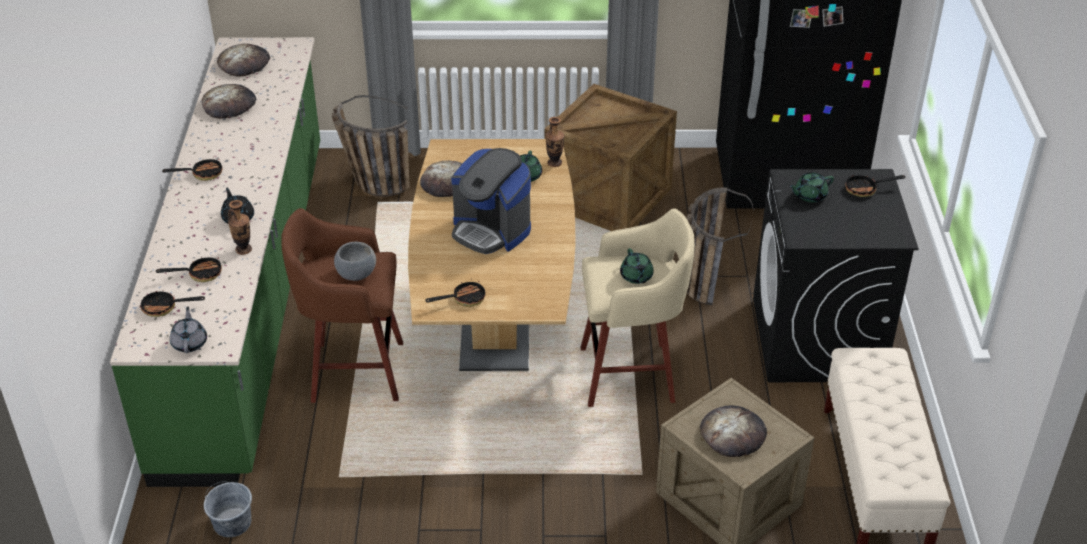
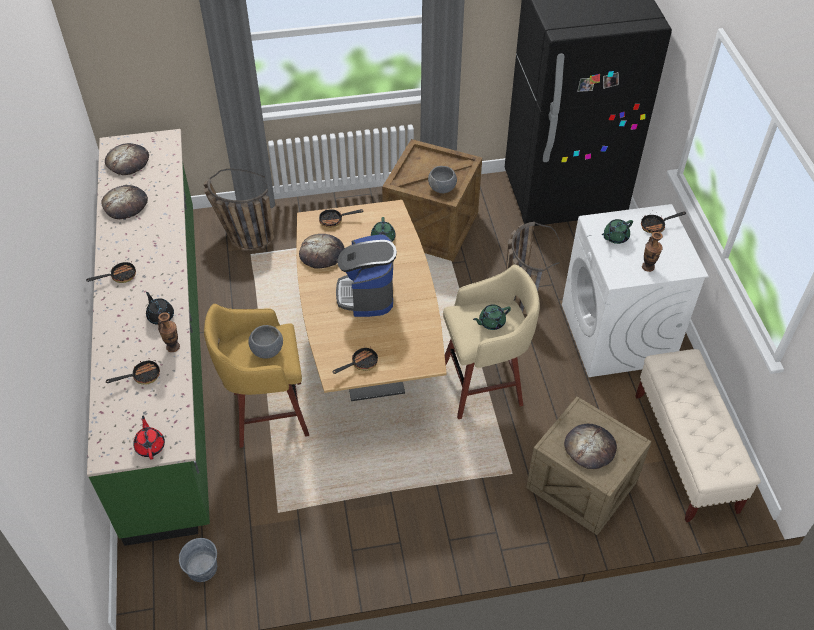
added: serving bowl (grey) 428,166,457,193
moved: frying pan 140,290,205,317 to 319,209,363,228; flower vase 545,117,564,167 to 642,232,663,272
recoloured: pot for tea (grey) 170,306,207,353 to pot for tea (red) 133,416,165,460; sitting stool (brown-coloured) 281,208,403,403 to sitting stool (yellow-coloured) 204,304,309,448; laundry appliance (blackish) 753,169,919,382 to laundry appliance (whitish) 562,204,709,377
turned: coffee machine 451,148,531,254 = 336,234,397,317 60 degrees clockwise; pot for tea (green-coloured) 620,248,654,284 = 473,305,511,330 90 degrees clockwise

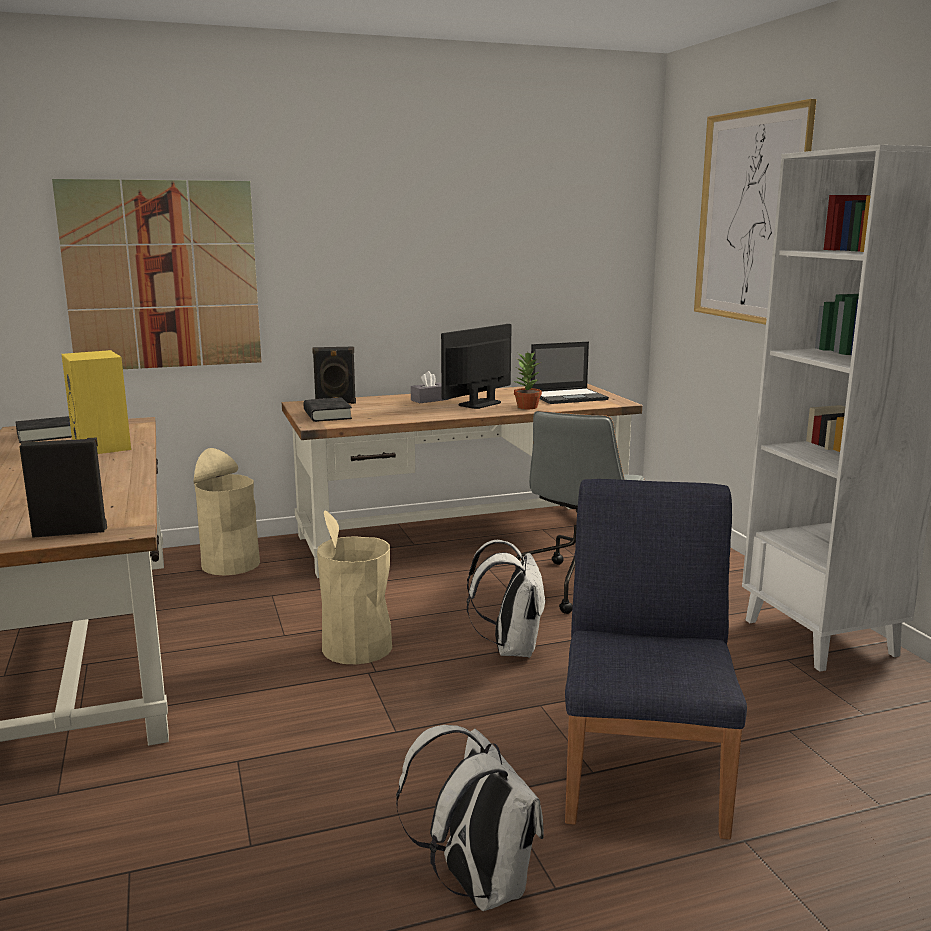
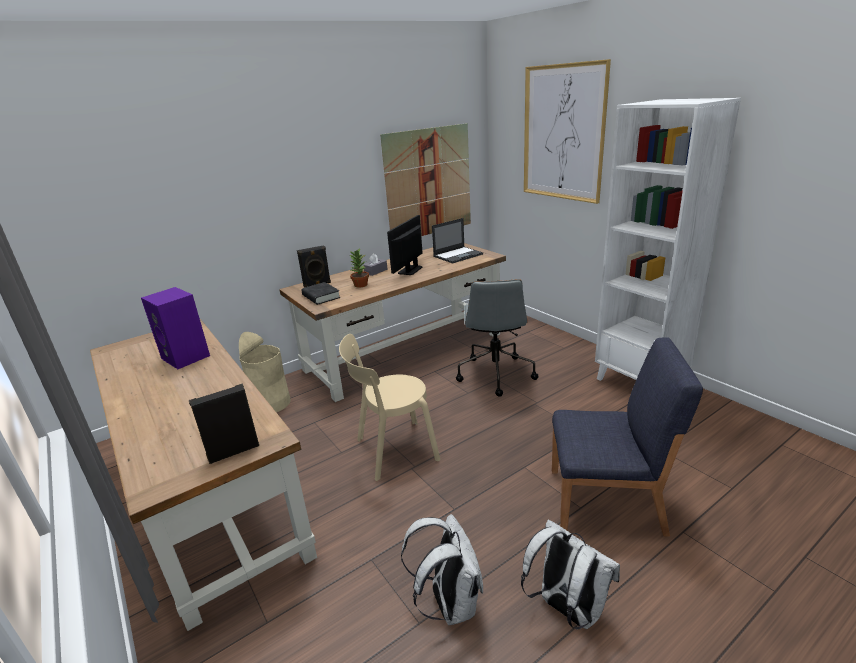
removed: volume (blackish) 16,416,72,443
moved: wall picture 52,179,261,369 to 380,123,471,236; rucksack (whitish) 467,540,546,658 to 401,514,483,625; potted plant 514,352,542,409 to 350,249,369,287
replaced: trash can (sand-coloured) 317,511,392,664 to chair (sand-coloured) 339,334,440,481
recoloured: speaker (yellow-coloured) 62,350,131,454 to speaker (purple-coloured) 141,287,210,369
turned: chair (blue) 565,479,747,839 = 552,337,703,537 105 degrees clockwise

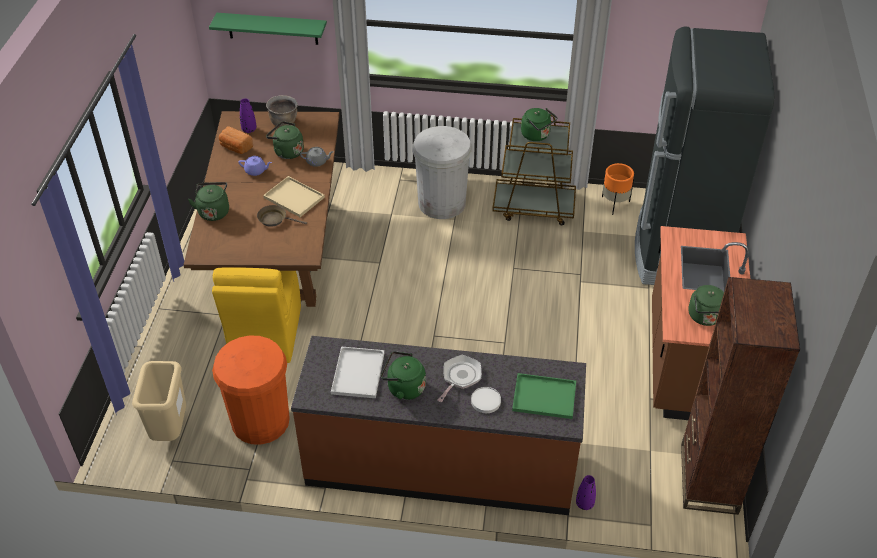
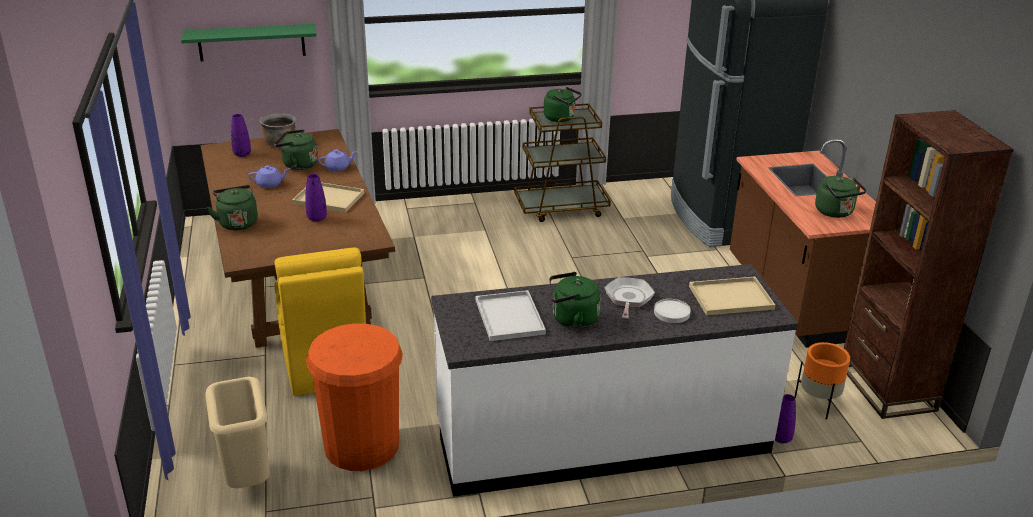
removed: bakery bread 219,126,253,154; trash can (whitish) 412,126,472,219
moved: planter (orange) 602,163,634,215 to 795,342,850,419
replaced: frying pan (brown-coloured) 257,205,307,227 to flower vase (purple-coloured) 305,174,327,222
recoloured: counter (brown-coloured) 291,336,586,515 to counter (whitish) 431,264,798,497; pot for tea (grey) 300,147,334,167 to pot for tea (purple-coloured) 318,150,357,171; serving tray (green-coloured) 512,373,576,419 to serving tray (sand-coloured) 689,277,775,315

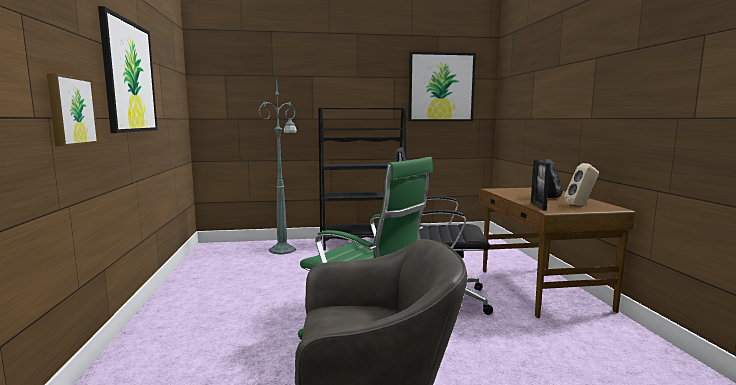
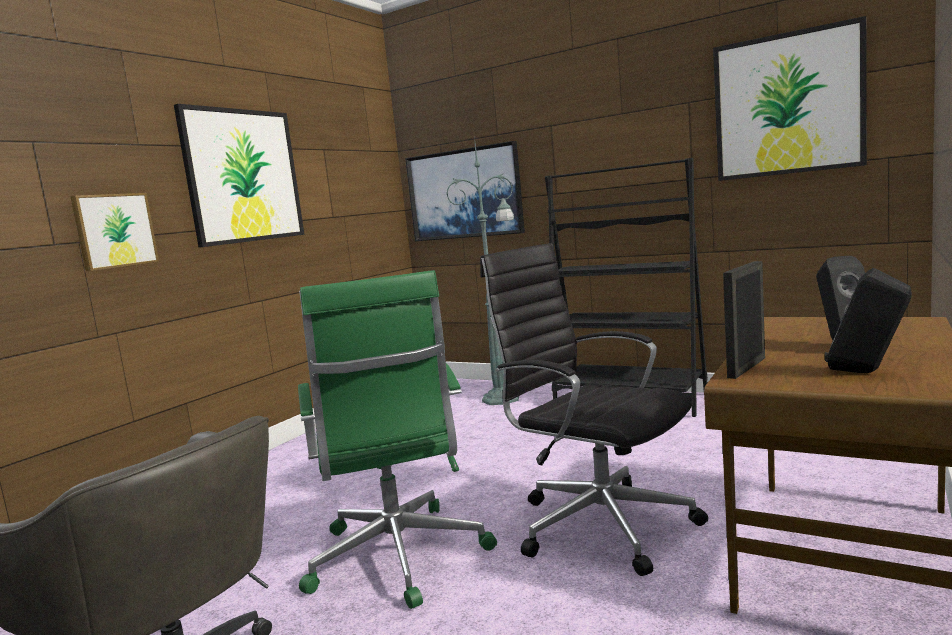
added: wall picture 405,141,525,241
recoloured: speaker (sand-coloured) 564,163,599,206 to speaker (blackish) 825,268,912,373

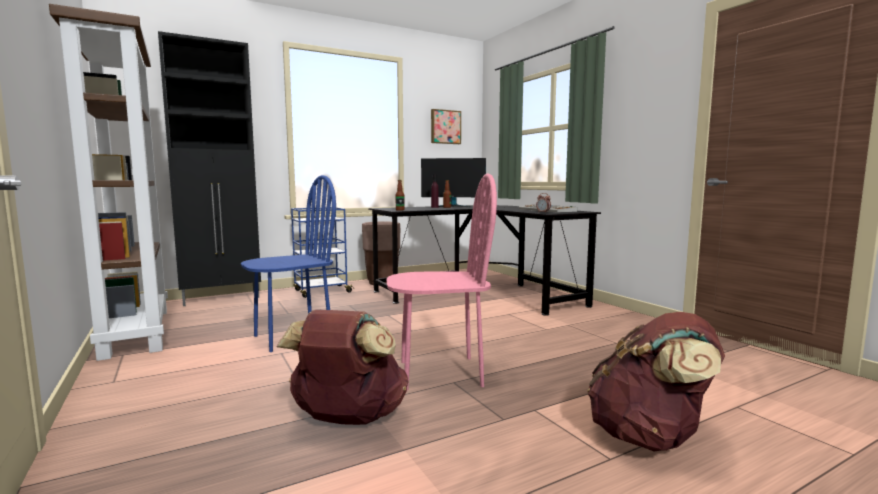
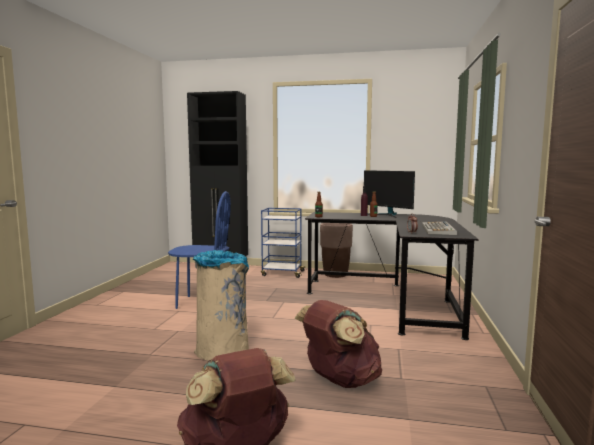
removed: bookcase (brown-coloured) 49,4,168,361; wall picture 431,109,461,144
moved: rucksack (brown-coloured) 277,310,408,425 to 295,300,382,388
replaced: chair (pink) 386,173,497,390 to trash can (sand-coloured) 193,250,249,361

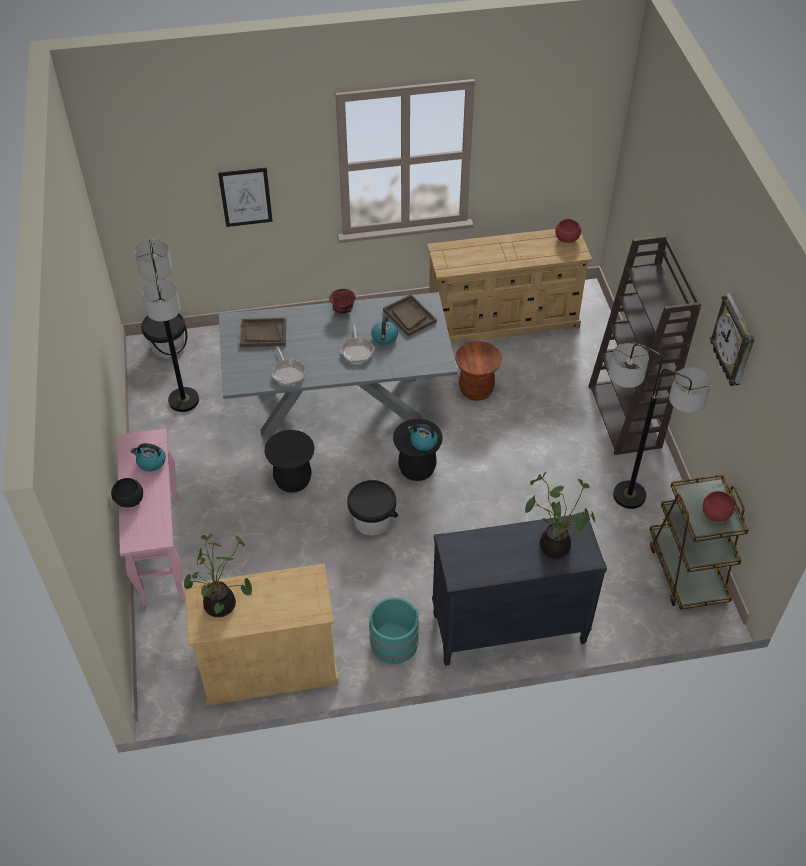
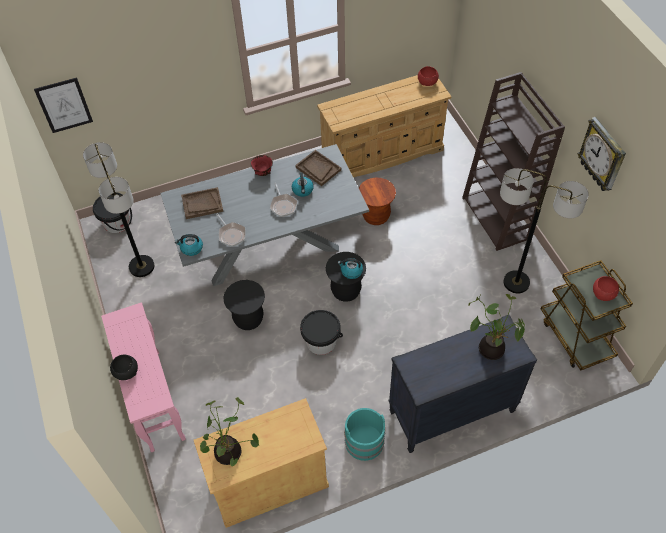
moved: tea kettle 131,443,166,471 to 175,234,203,256; wall picture 218,167,273,227 to 34,77,93,133

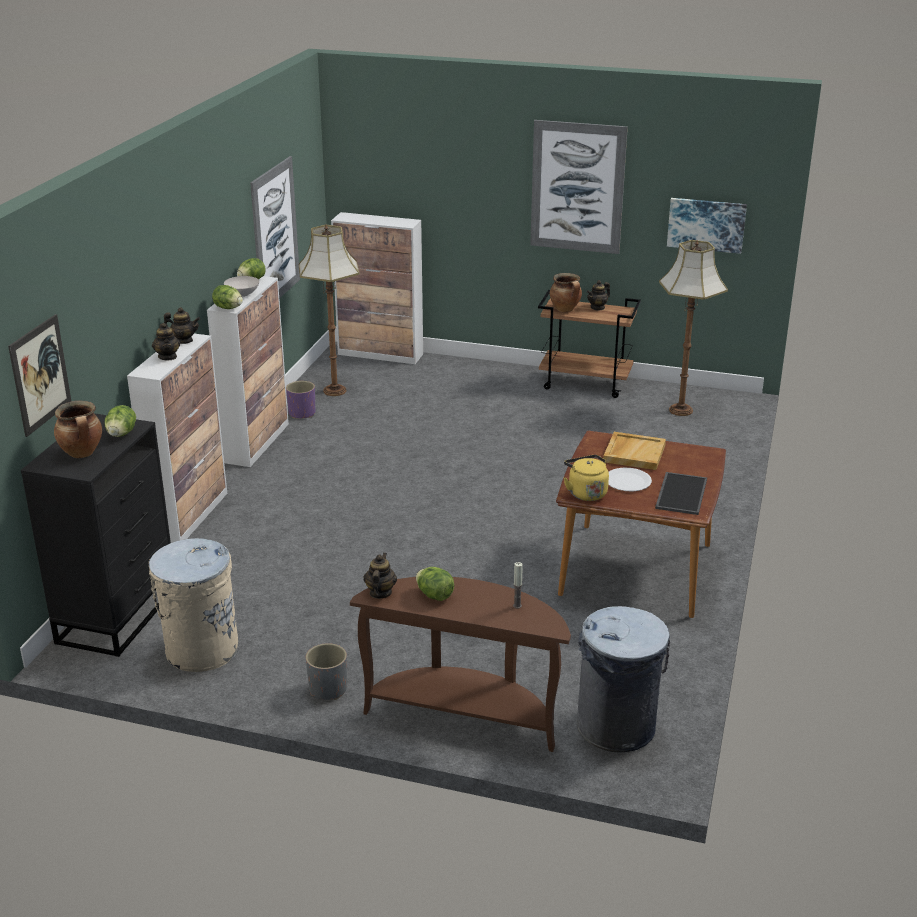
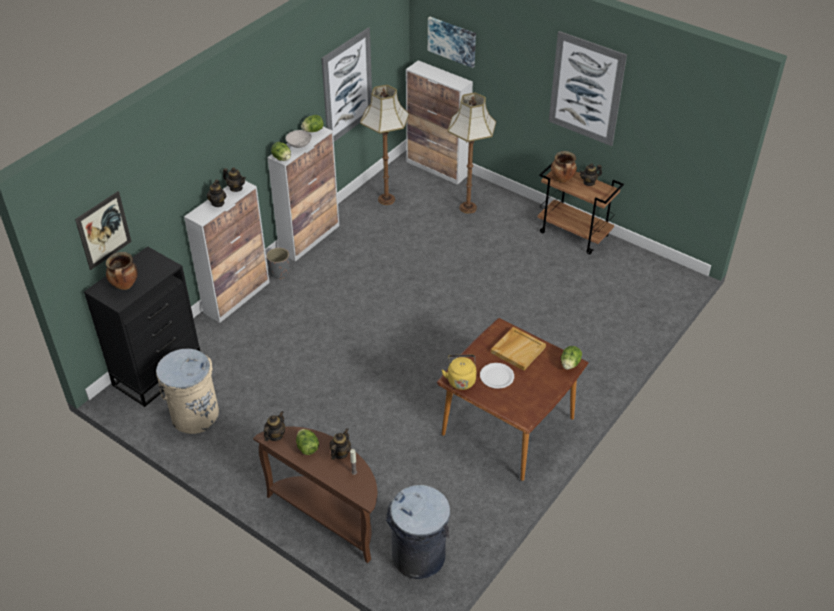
removed: planter (purple-coloured) 286,381,315,419; serving tray 655,472,707,515
added: pot for tea 329,428,351,460
moved: lettuce 105,405,136,437 to 561,346,582,370; planter (grey) 306,643,347,700 to 267,248,290,279; standing lamp 659,240,728,416 to 448,93,496,214; wall picture 667,198,747,254 to 428,17,476,68

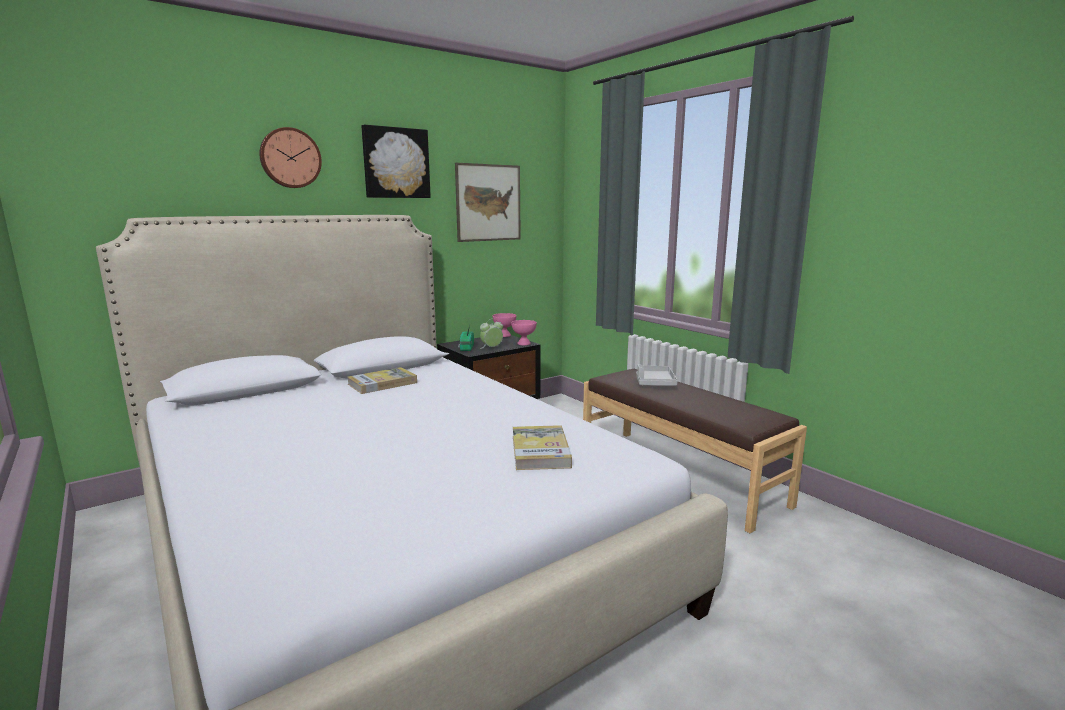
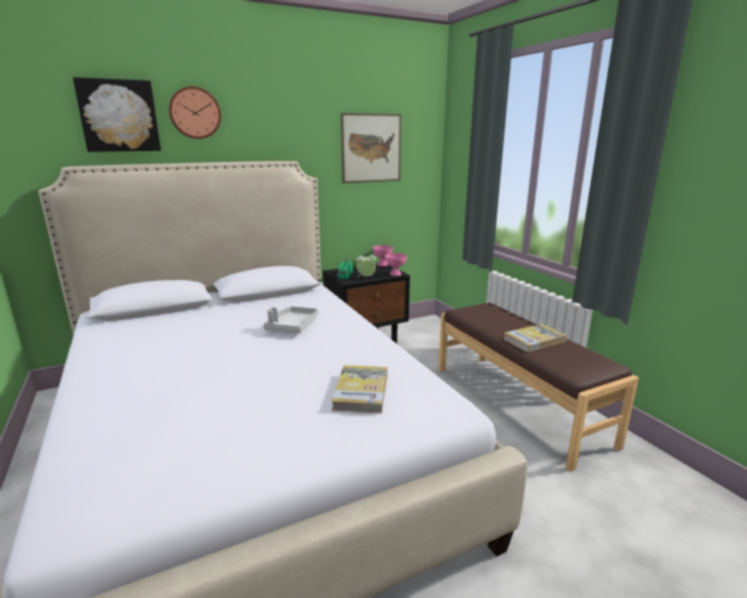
moved: volume 348,367,417,394 to 504,324,567,352; wall picture 361,125,431,198 to 73,77,161,152; serving tray (grey) 637,364,678,386 to 263,306,319,333

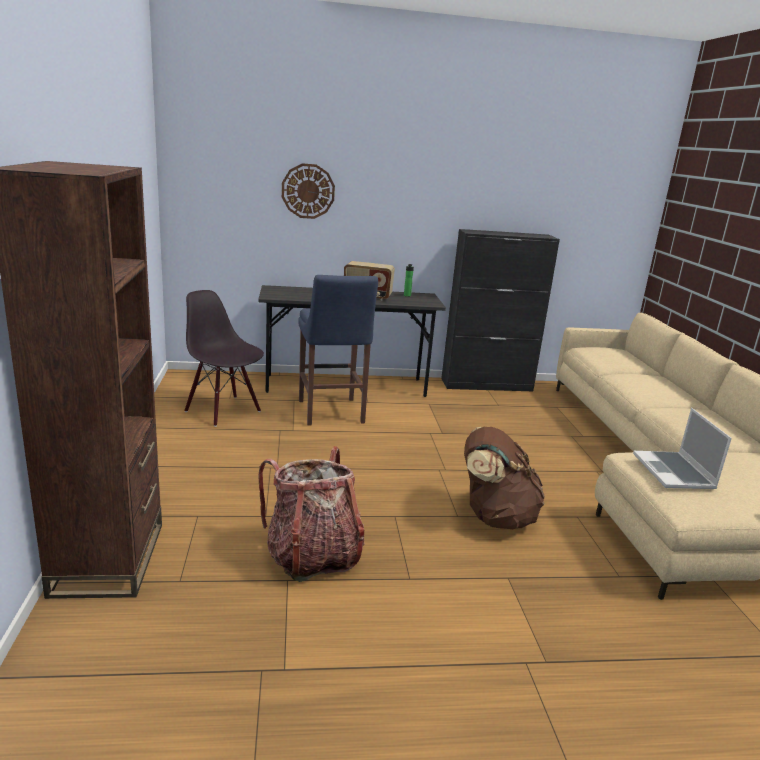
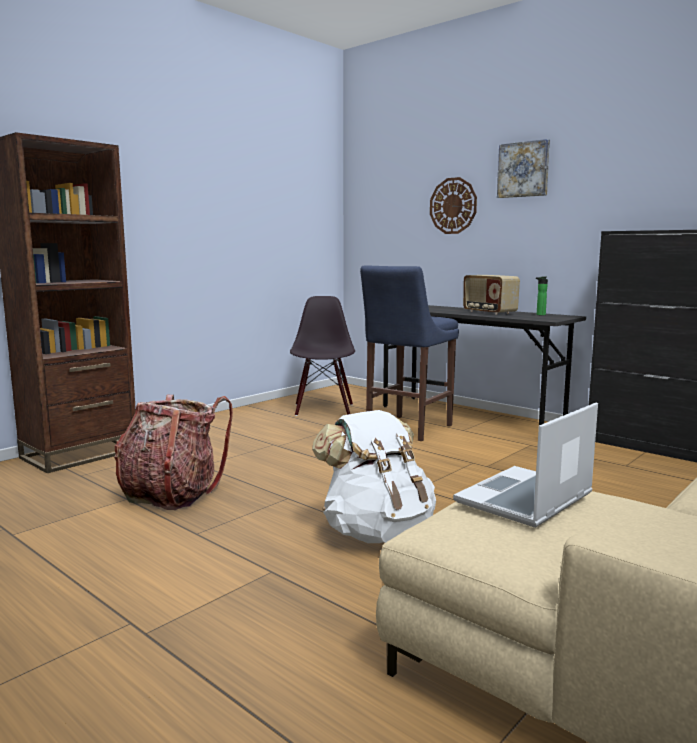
added: wall picture 497,139,550,198
recoloured: rucksack (brown-coloured) 464,427,545,529 to rucksack (whitish) 312,410,436,543

